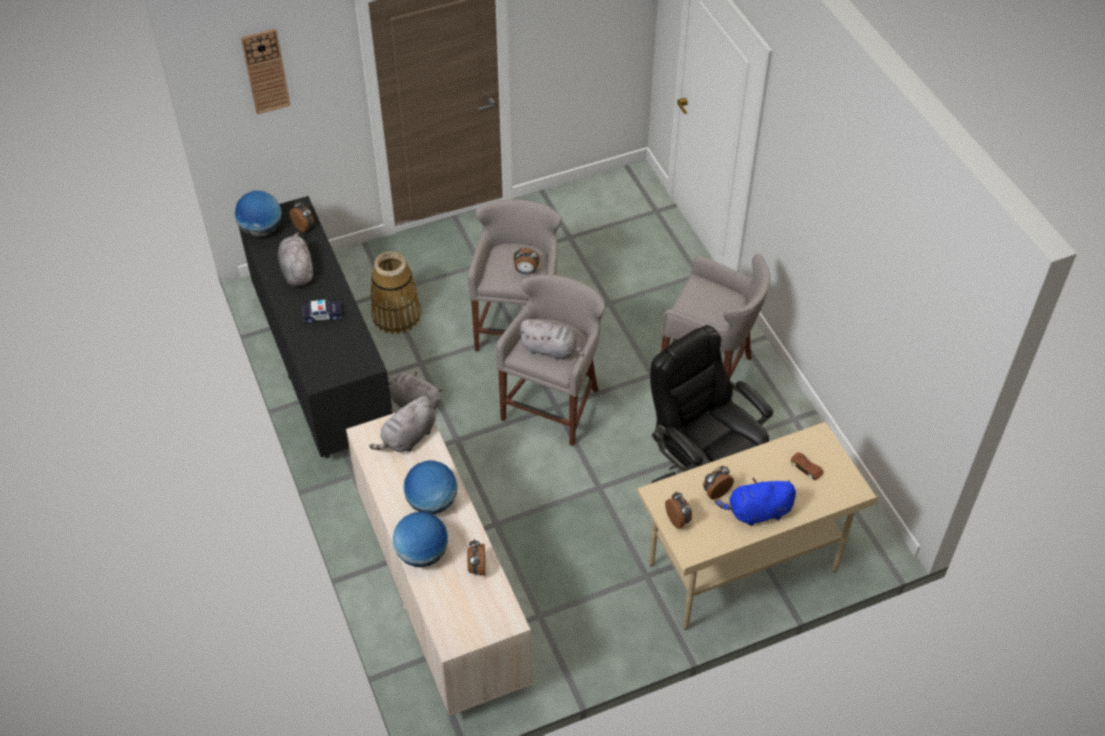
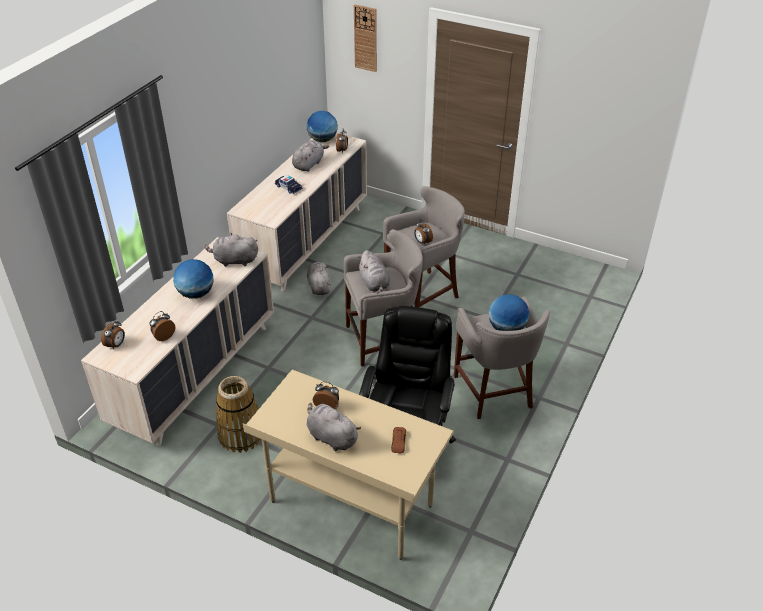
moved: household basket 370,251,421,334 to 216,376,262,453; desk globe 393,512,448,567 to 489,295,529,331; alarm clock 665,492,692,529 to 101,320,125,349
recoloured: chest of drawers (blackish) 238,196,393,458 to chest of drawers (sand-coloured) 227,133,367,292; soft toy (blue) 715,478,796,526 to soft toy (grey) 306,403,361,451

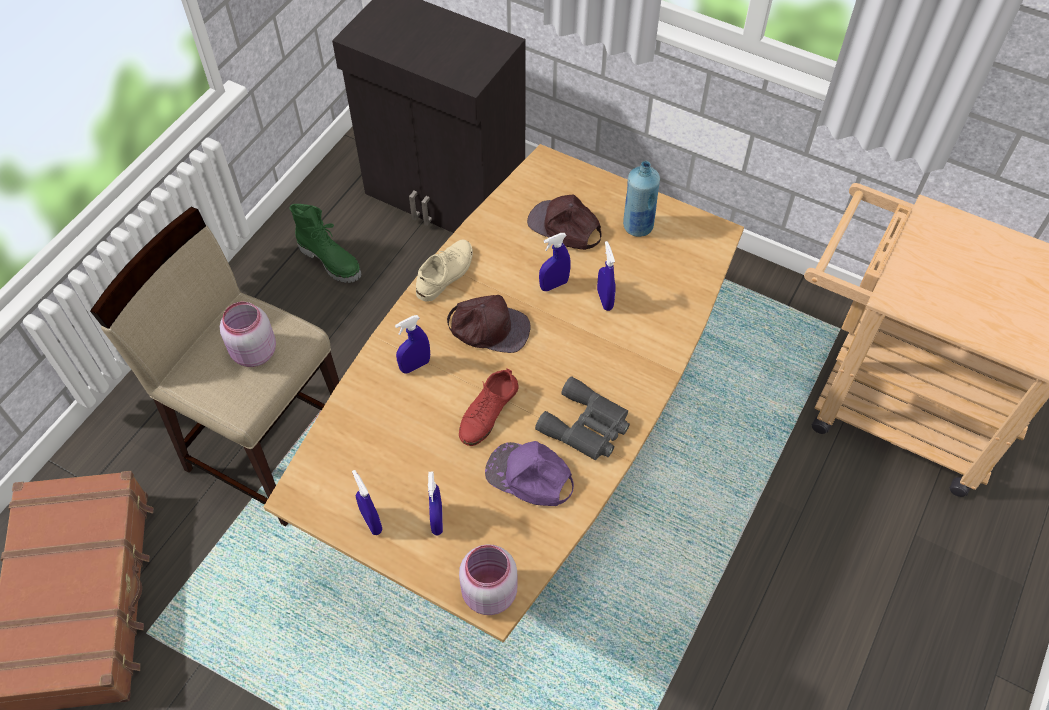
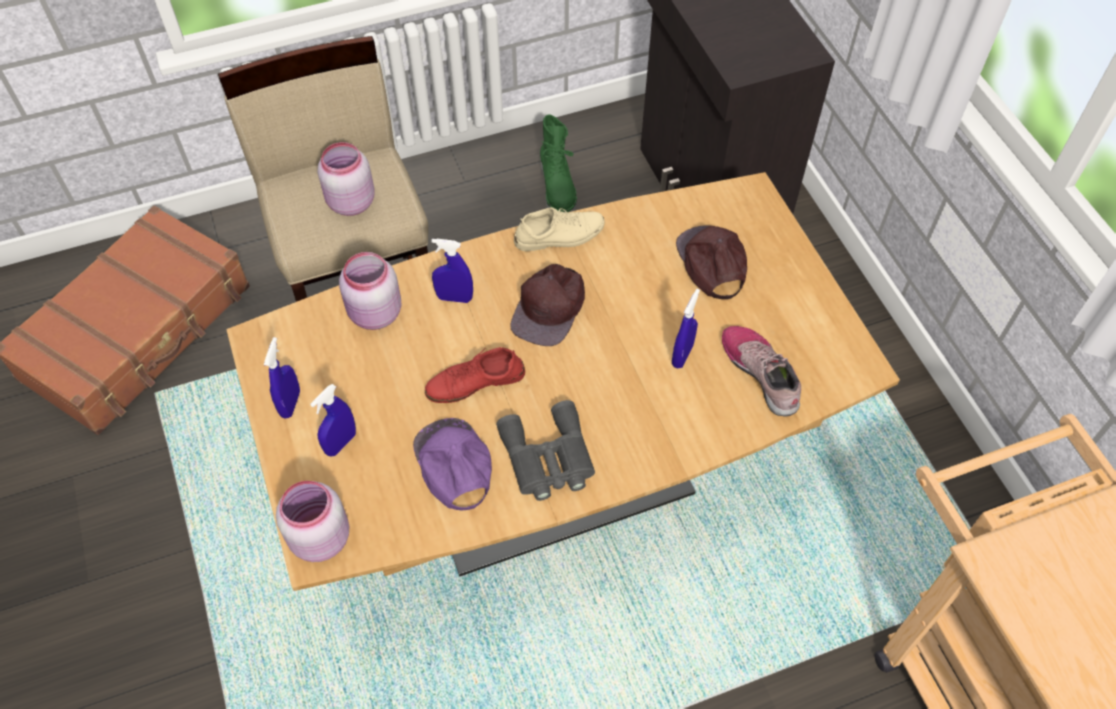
removed: hand sprayer (blue) 539,233,571,291; drink bottle (blue) 623,161,660,237
added: jar (pink) 339,252,401,330; low shoe 722,326,801,416
turned: cap (brown-coloured) 447,295,530,353 = 510,264,585,346 60 degrees clockwise

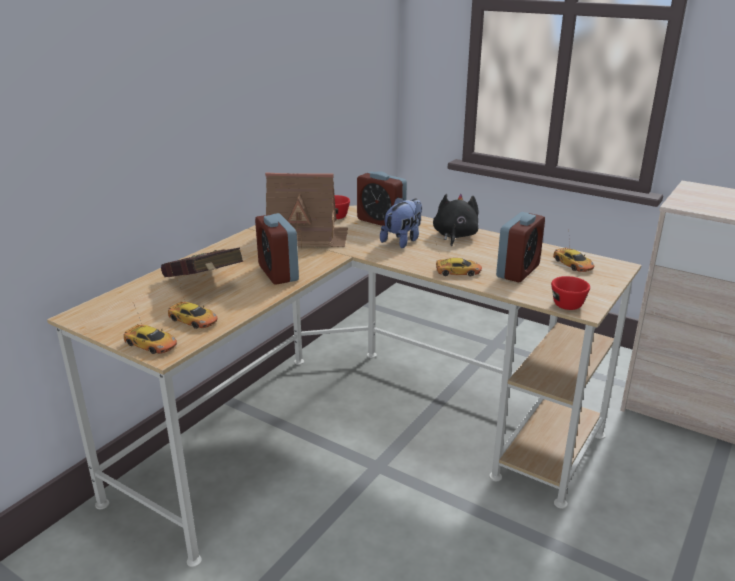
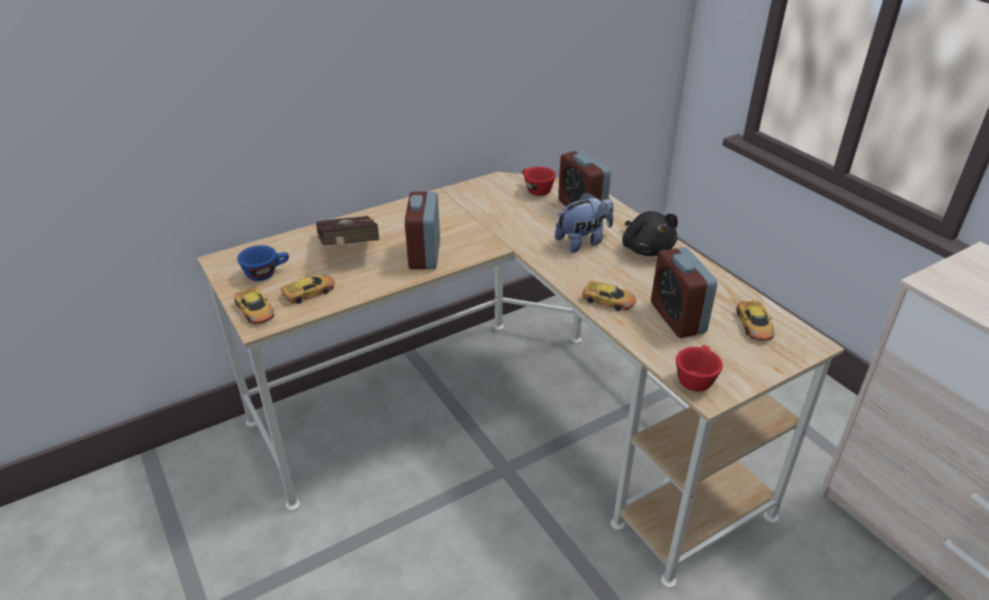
removed: model house 265,172,348,249
added: drinking cup (blue) 237,245,289,281
turned: toy car 168,281,218,329 = 274,269,335,304 90 degrees counterclockwise; soft toy (blackish) 433,194,478,246 = 622,211,678,256 120 degrees clockwise; alarm clock 496,212,545,282 = 651,247,717,338 105 degrees clockwise

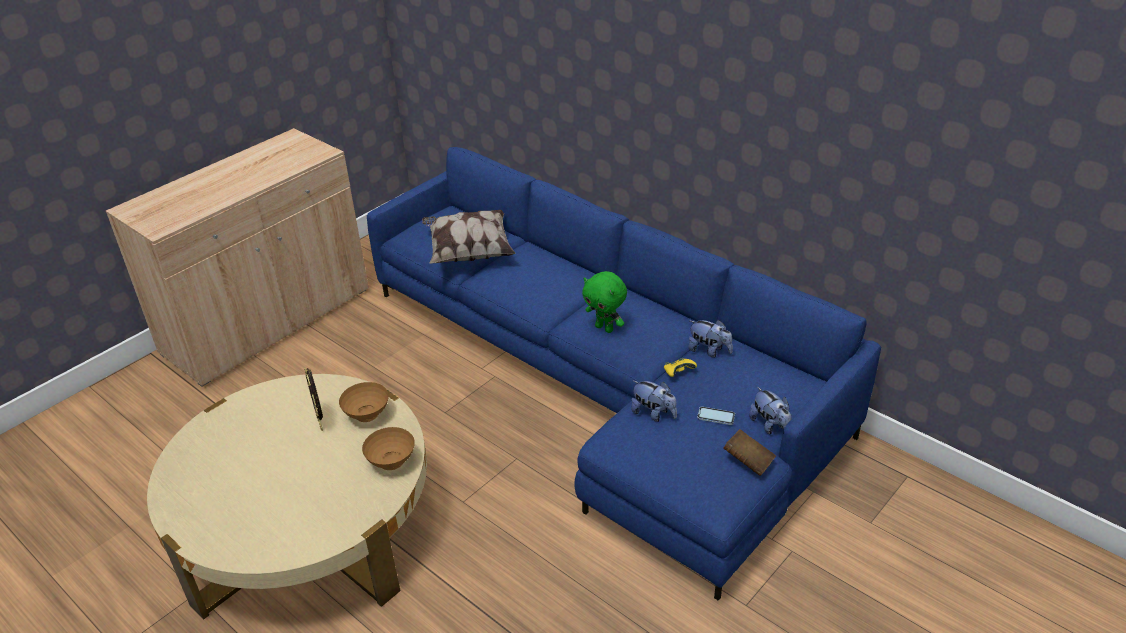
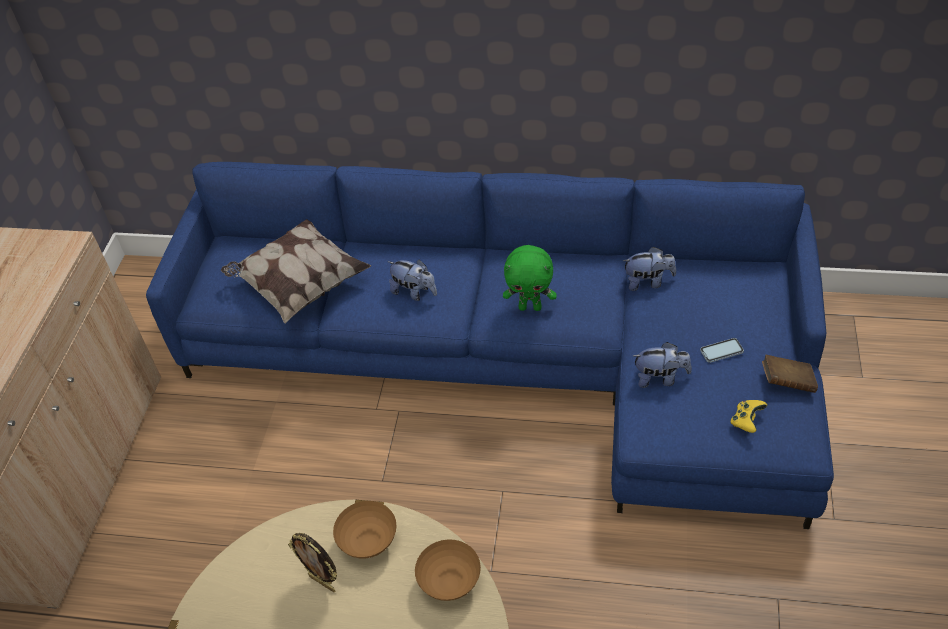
moved: gamepad (yellow-coloured) 664,358,697,377 to 731,400,767,433; soft toy 749,387,791,435 to 387,260,437,301

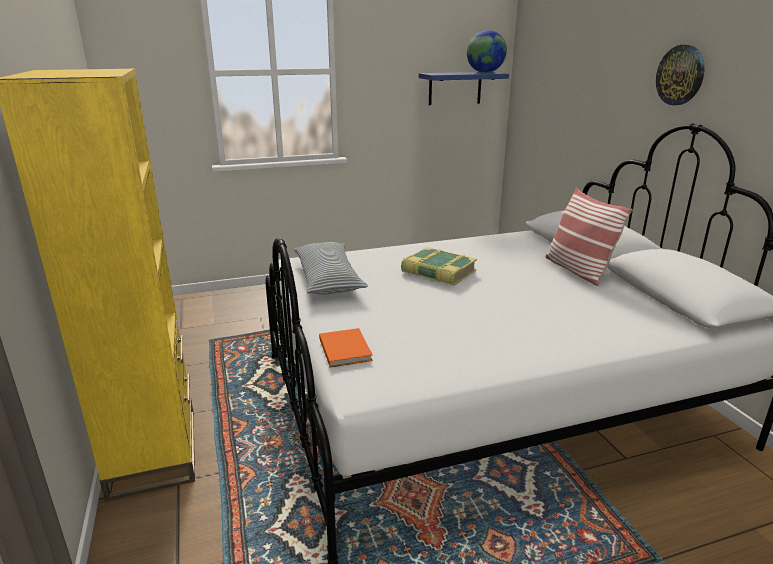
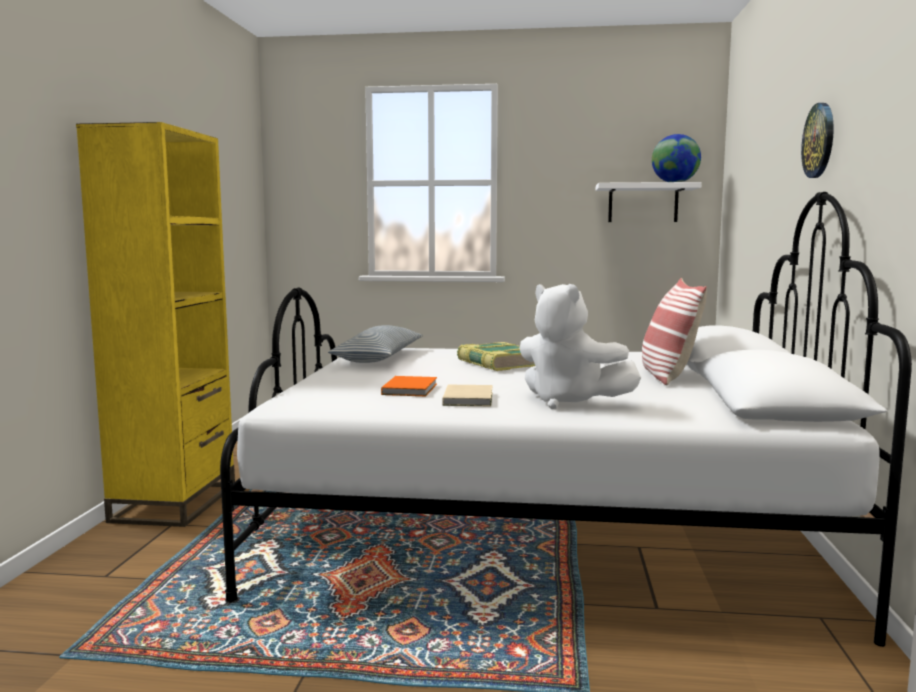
added: volume (sand-coloured) 442,385,493,406; soft toy (whitish) 519,284,641,409
moved: volume (orange) 319,328,373,368 to 381,376,437,396
recoloured: bracket shelf (blue) 419,72,509,105 to bracket shelf (whitish) 596,182,702,222

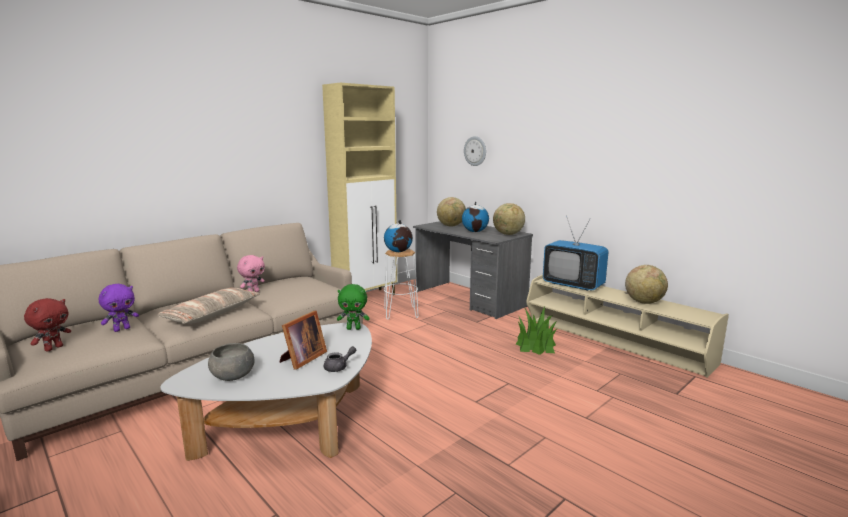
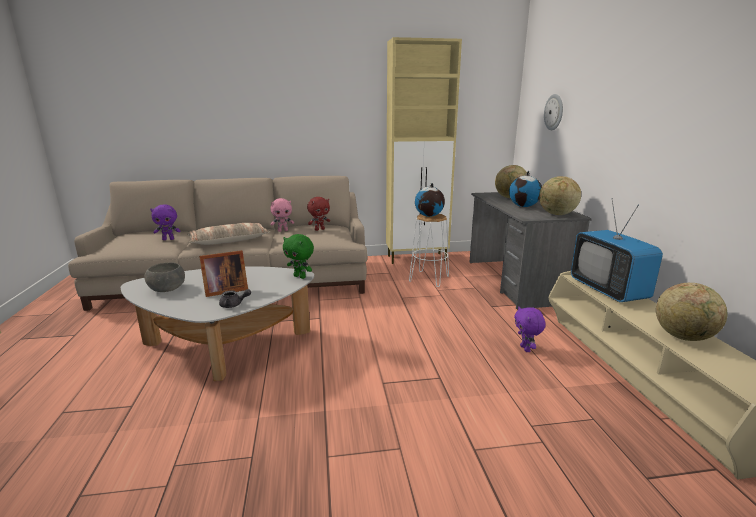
moved: soft toy (red) 24,298,71,352 to 307,197,330,231
replaced: potted plant 516,307,558,355 to soft toy (purple-coloured) 514,307,546,352

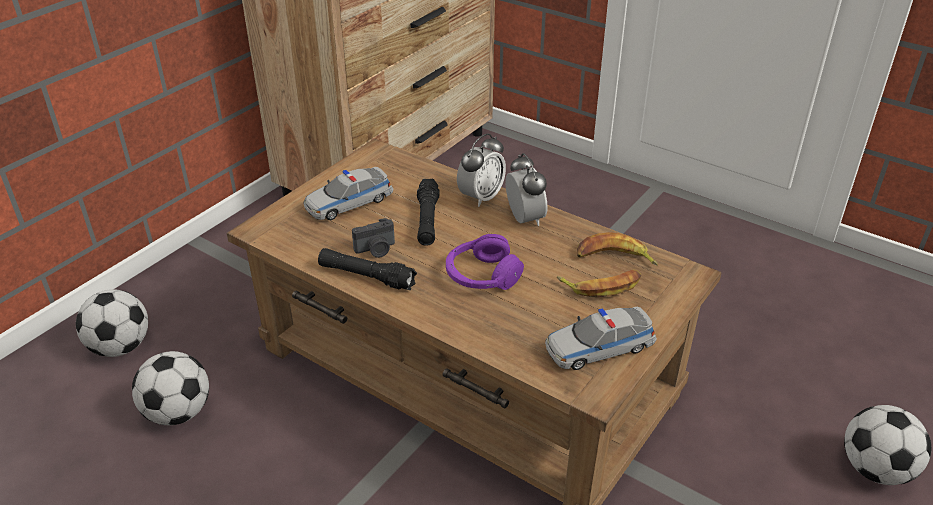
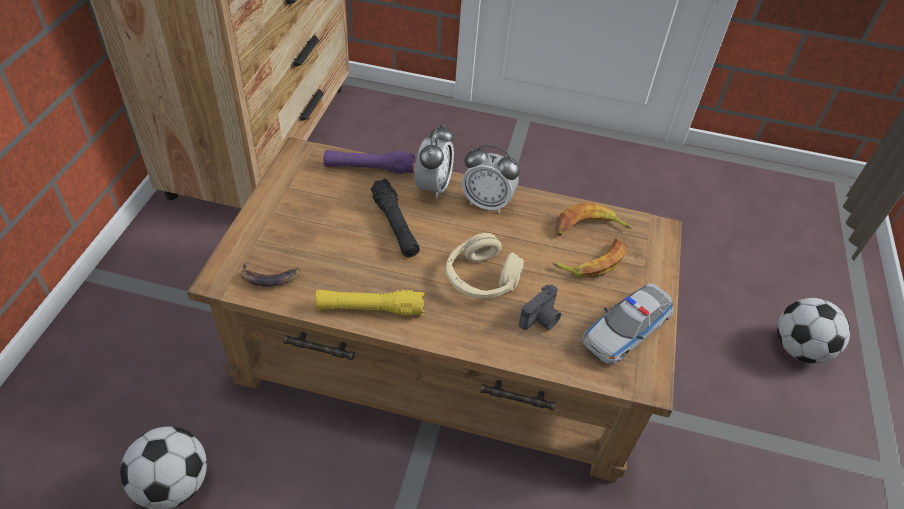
removed: football 76,289,148,357; toy car 303,167,393,220
added: banana 241,262,300,287; torch (purple-coloured) 323,150,415,174
moved: still camera 352,218,395,258 to 519,284,561,330
recoloured: torch (blackish) 318,248,417,290 to torch (yellow-coloured) 315,290,424,316; headset (purple-coloured) 446,234,524,290 to headset (sand-coloured) 446,233,524,298
turned: alarm clock 506,153,548,226 = 462,145,520,213 150 degrees clockwise

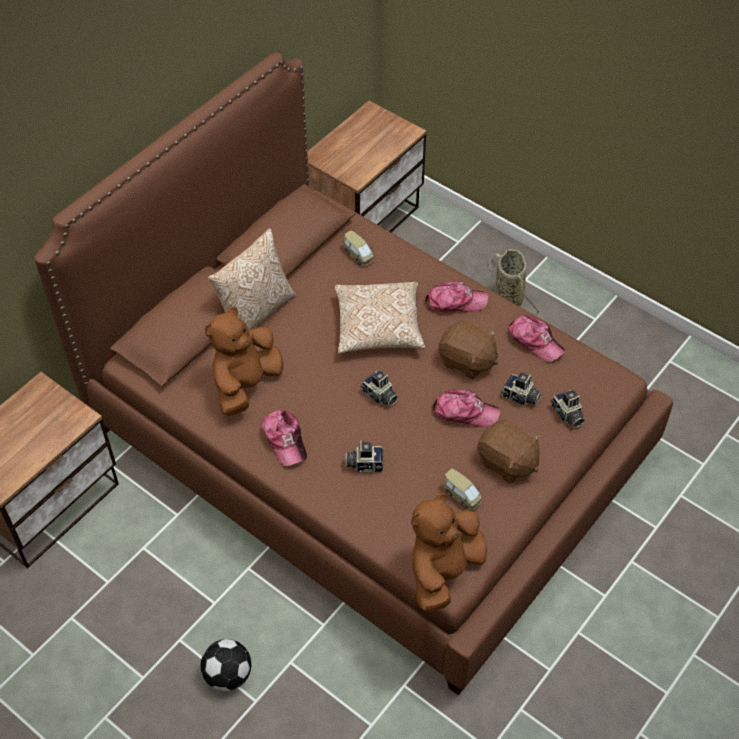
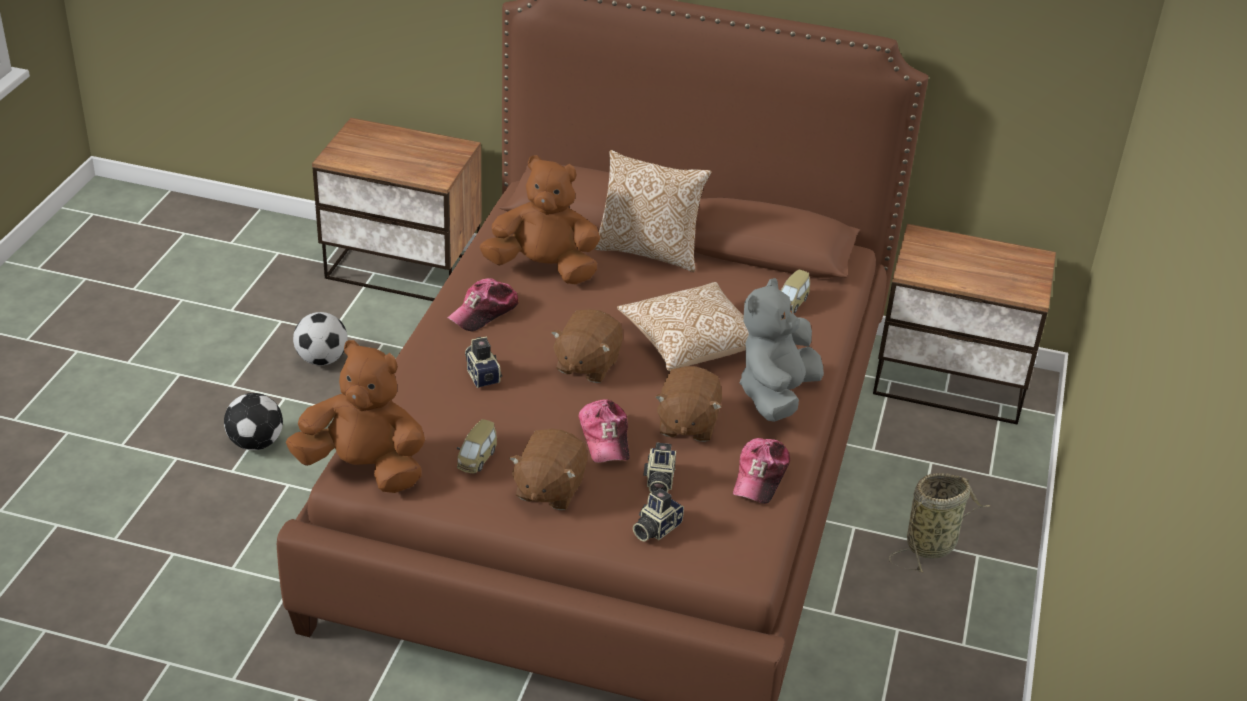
added: football 293,312,348,365
replaced: still camera 360,371,398,406 to soft toy (brown-coloured) 551,309,623,383; cap 425,281,488,312 to soft toy (grey) 740,278,824,422

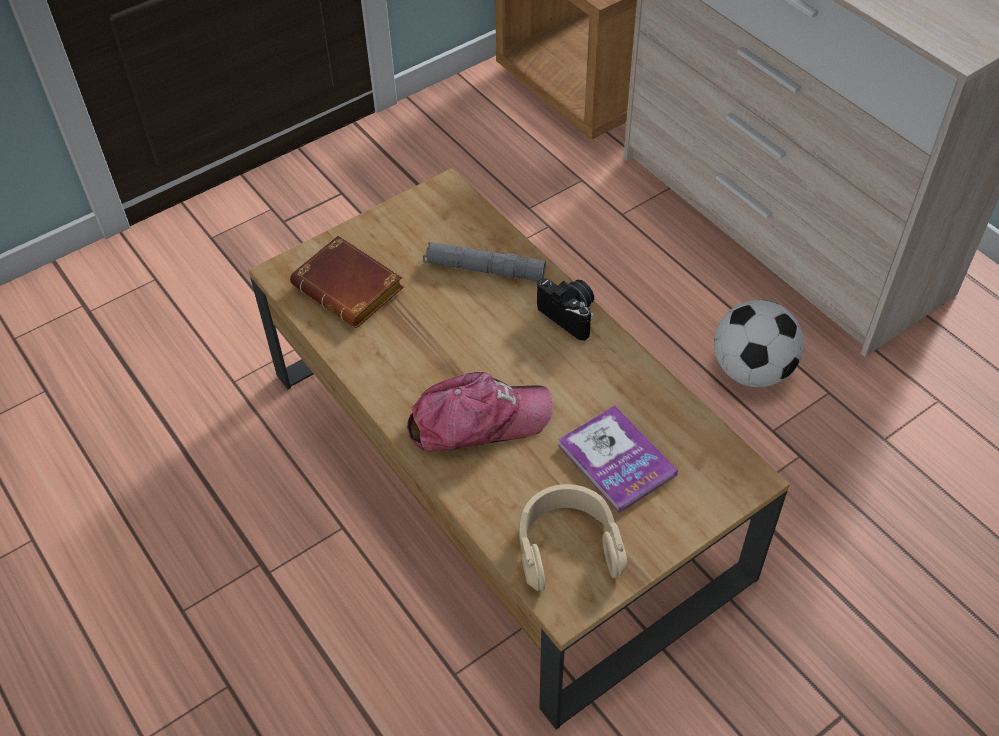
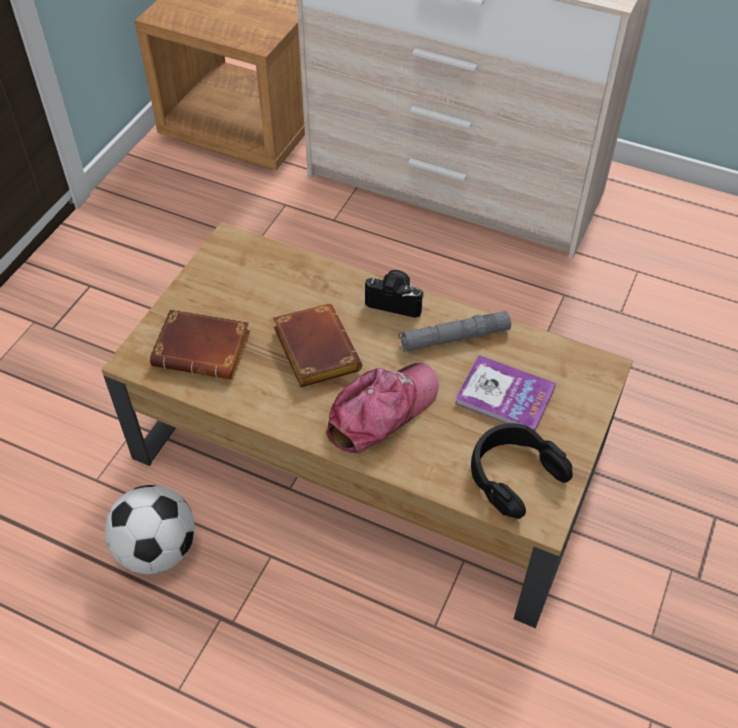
added: volume (brown-coloured) 273,304,362,387
moved: torch (grey) 423,242,546,281 to 399,311,511,352; football 714,300,804,387 to 105,485,195,574
recoloured: headset (sand-coloured) 519,484,627,591 to headset (blackish) 471,423,573,519

